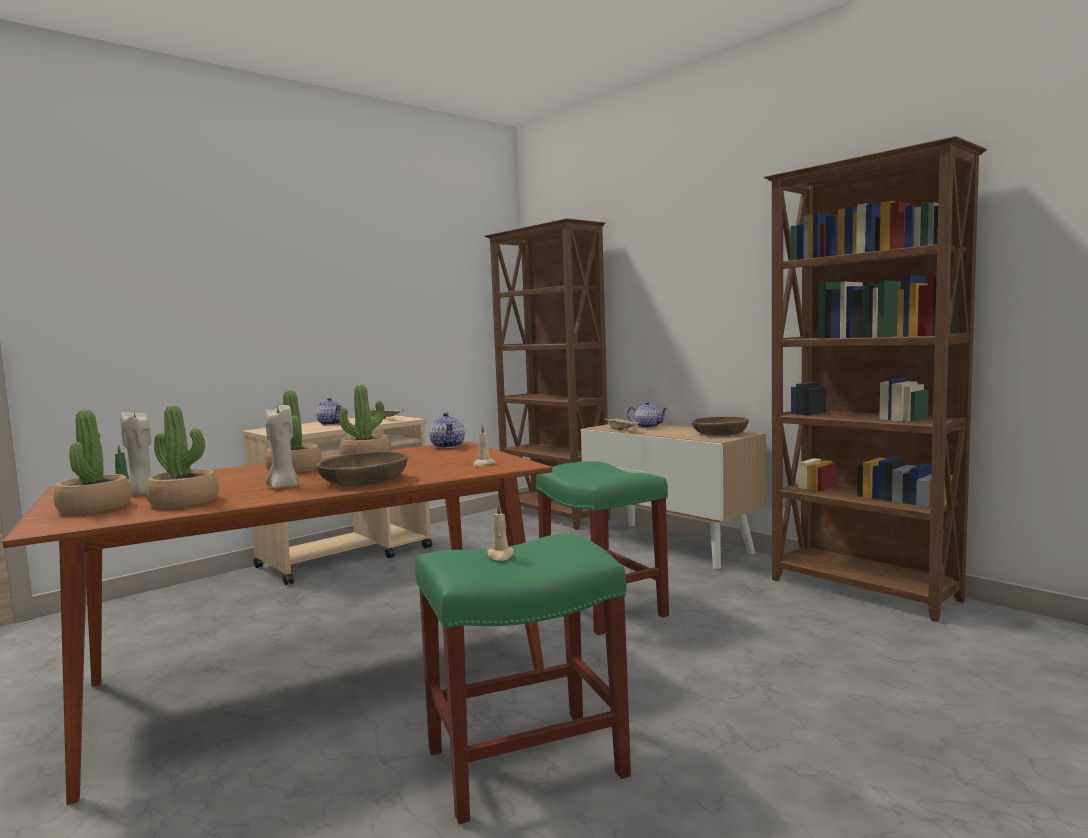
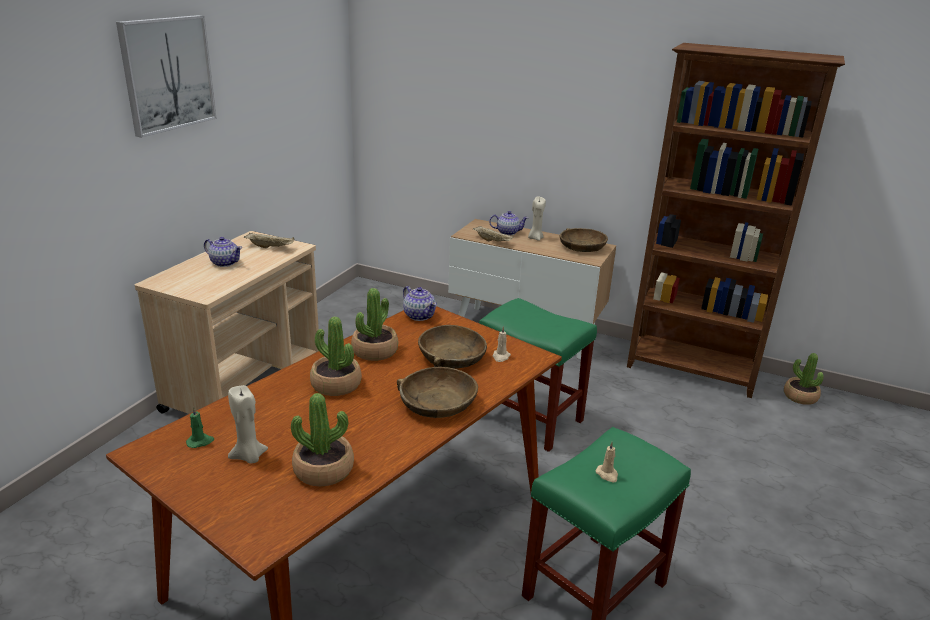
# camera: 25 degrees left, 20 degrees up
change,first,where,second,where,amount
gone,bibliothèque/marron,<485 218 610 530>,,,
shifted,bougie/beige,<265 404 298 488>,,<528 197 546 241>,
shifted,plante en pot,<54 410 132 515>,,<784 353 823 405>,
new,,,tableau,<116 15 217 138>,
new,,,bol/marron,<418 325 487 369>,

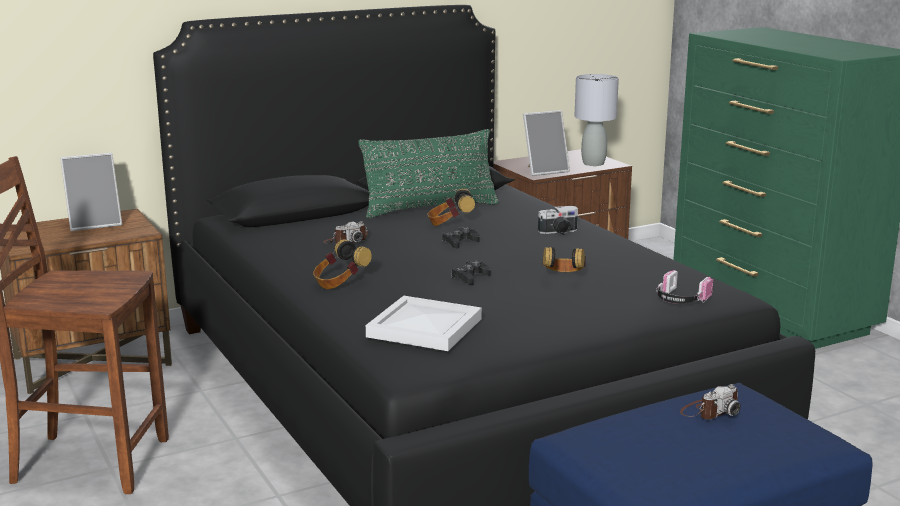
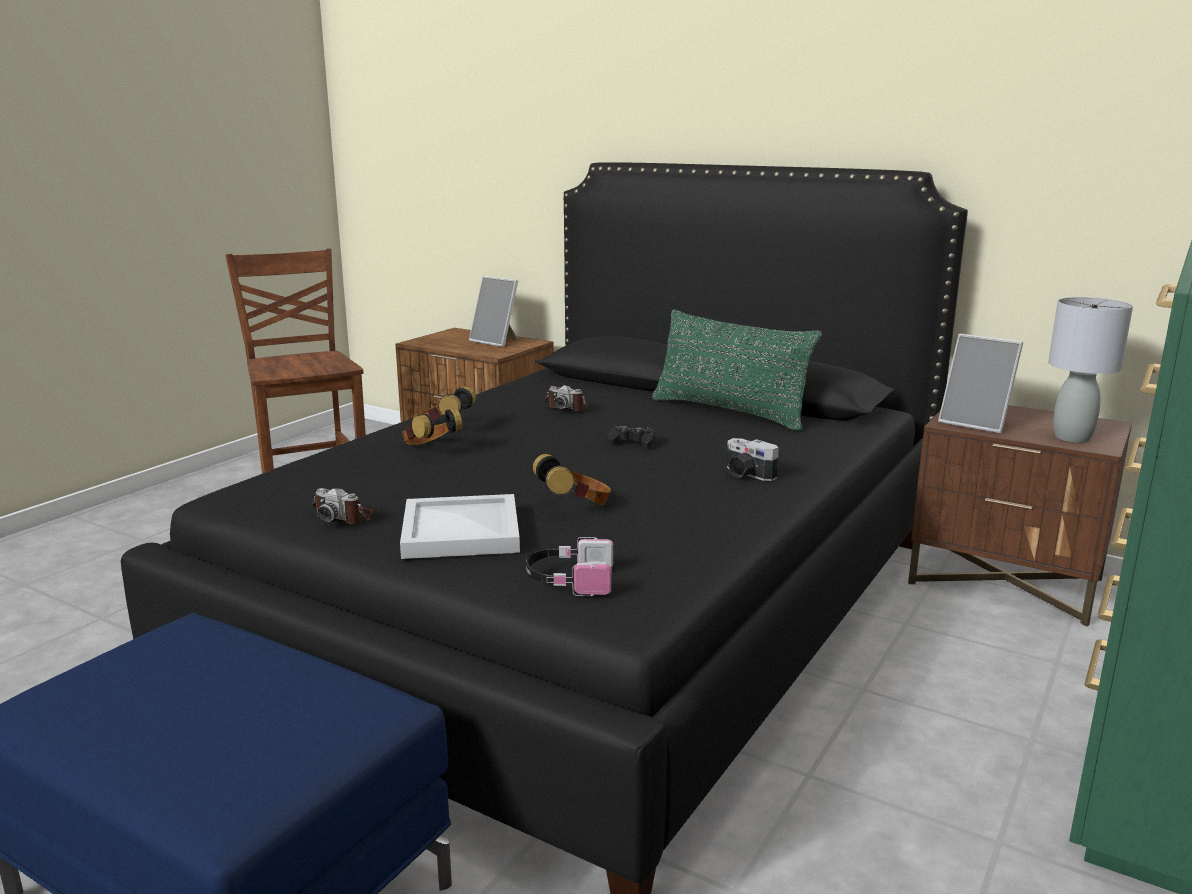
# camera: 60 degrees right, 0 degrees up
change,first,where,second,where,amount
shifted,casque audio,<427 188 475 226>,,<402 409 462 445>,
gone,manette/noir,<451 260 490 285>,,,
shifted,plateau/blanc,<366 296 482 351>,,<400 494 520 559>,
shifted,appareil photo,<680 384 741 420>,,<312 488 374 524>,

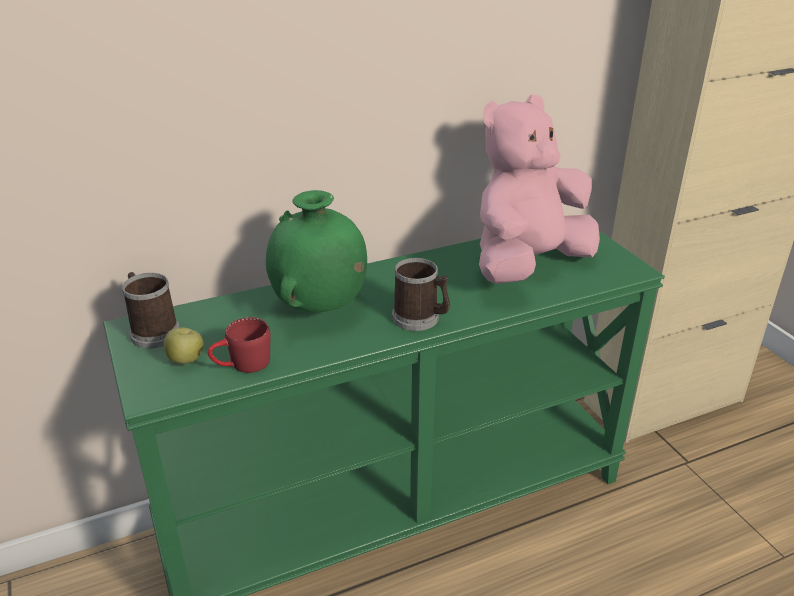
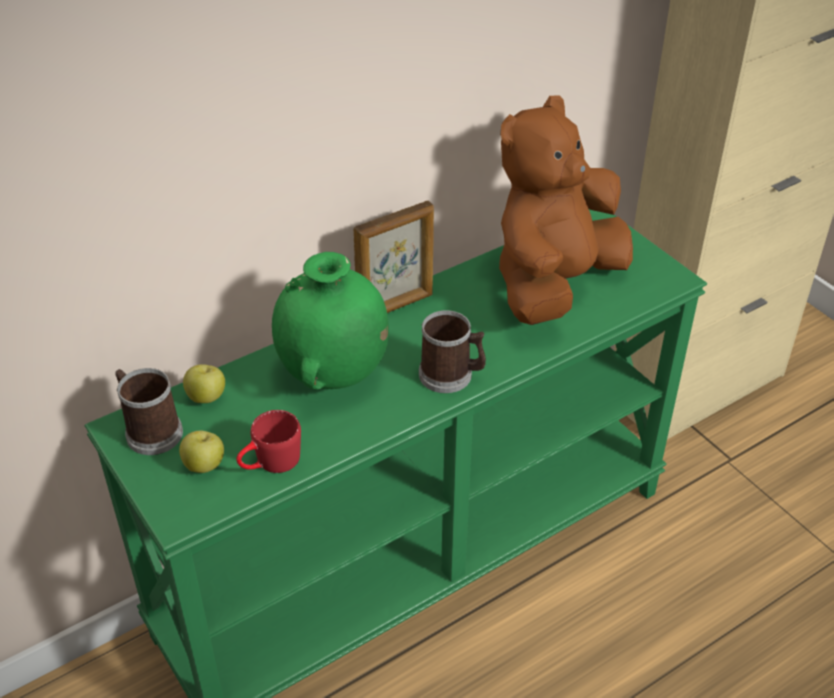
# camera: 10 degrees left, 10 degrees up
change,first,where,second,where,amount
repainted,peluche/rose,<479 95 600 284>,peluche/marron,<499 95 633 325>,
new,,,cadre photo,<353 201 434 313>,
new,,,pomme,<183 364 225 403>,

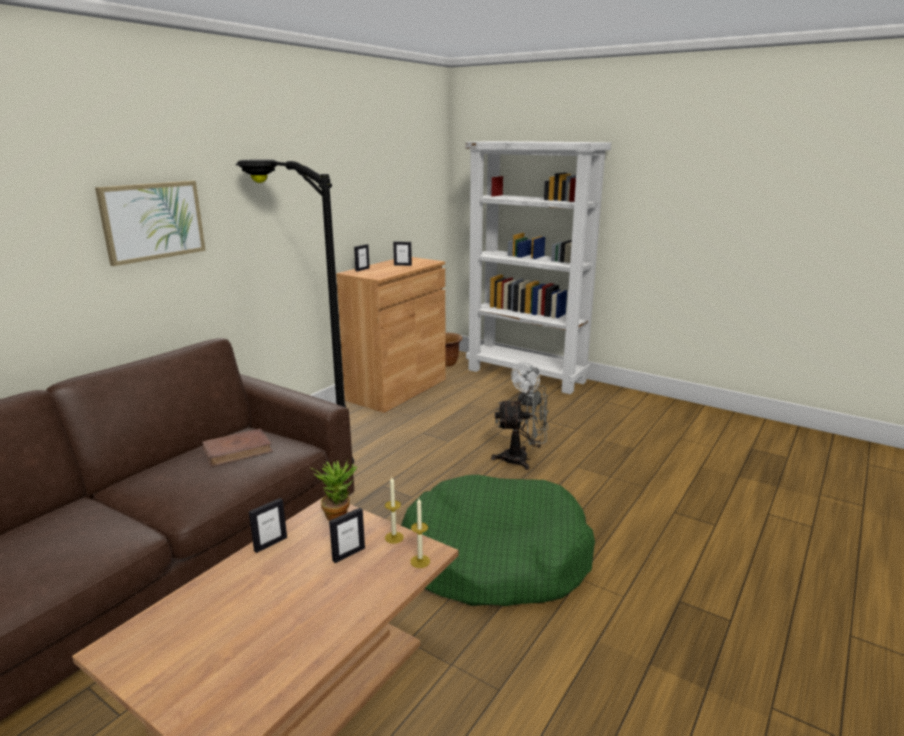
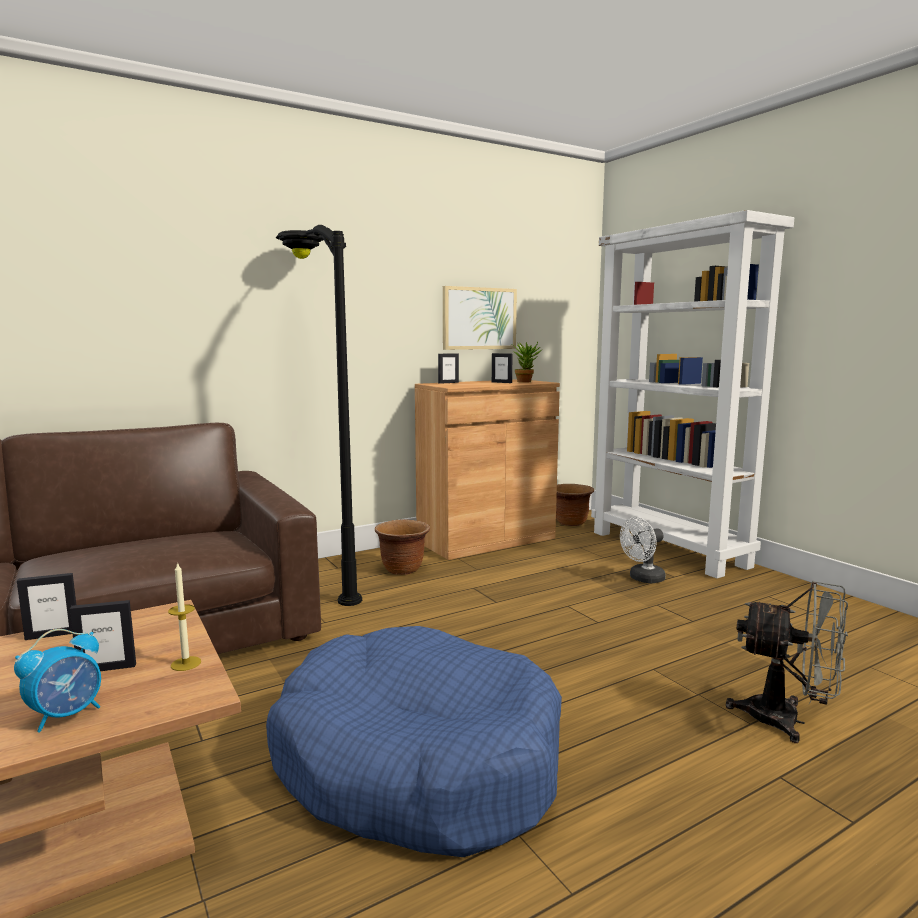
# camera: 25 degrees right, 10 degrees down
change,first,where,second,where,amount
shifted,tableau,<95 181 206 266>,,<443 286 517 350>,
shifted,ventilateur/gris,<491 385 549 470>,,<726 581 848 743>,
gone,livre/marron,<202 429 273 467>,,,
shifted,plante en pot,<311 460 357 521>,,<512 342 541 383>,
repainted,panier pour chien/vert,<401 475 595 606>,panier pour chien/bleu,<266 626 562 857>,
gone,bougie,<410 498 430 568>,,,
new,,,cache-pot/marron,<375 519 430 575>,
new,,,réveil,<14 629 101 733>,

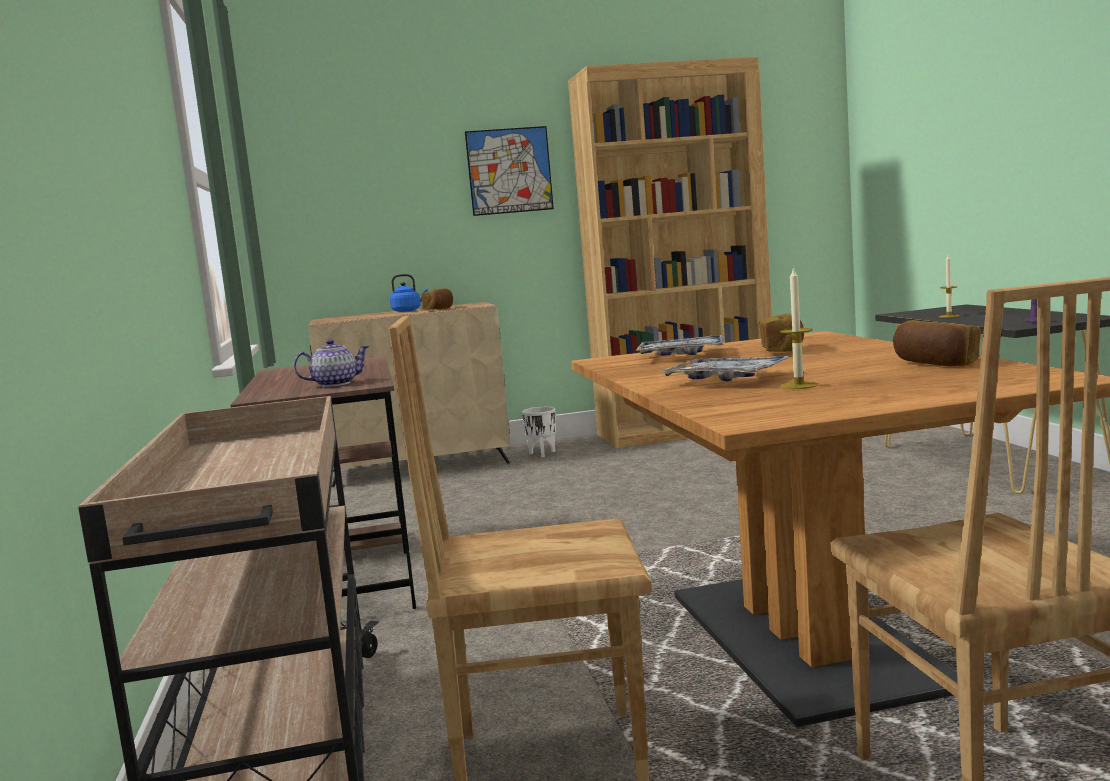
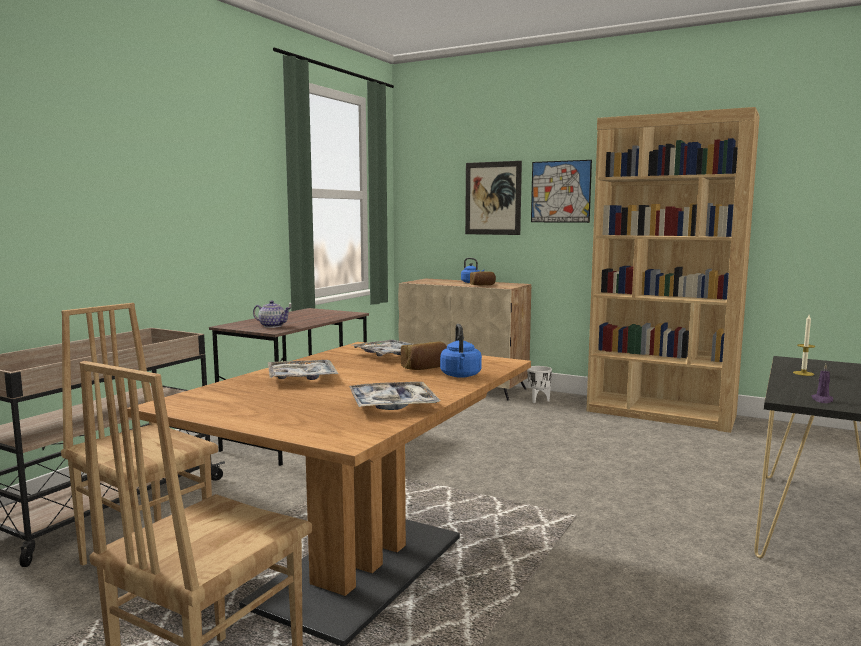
# camera: 40 degrees right, 0 degrees up
change,first,where,second,where,amount
gone,bougie,<780 267 818 389>,,,
swapped,pain,<893 320 981 366>,plateau,<349 382 441 410>,
new,,,tableau,<465 161 522 235>,
new,,,bouilloire/bleu,<440 324 482 378>,

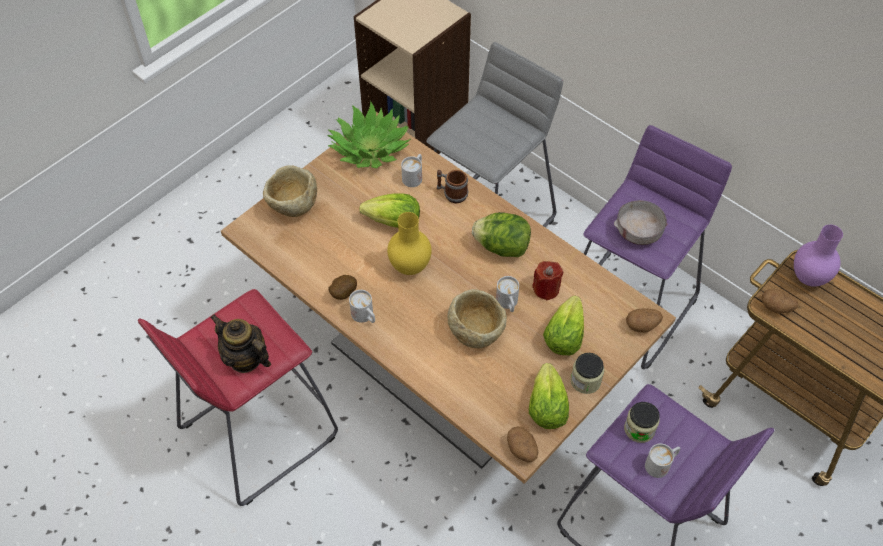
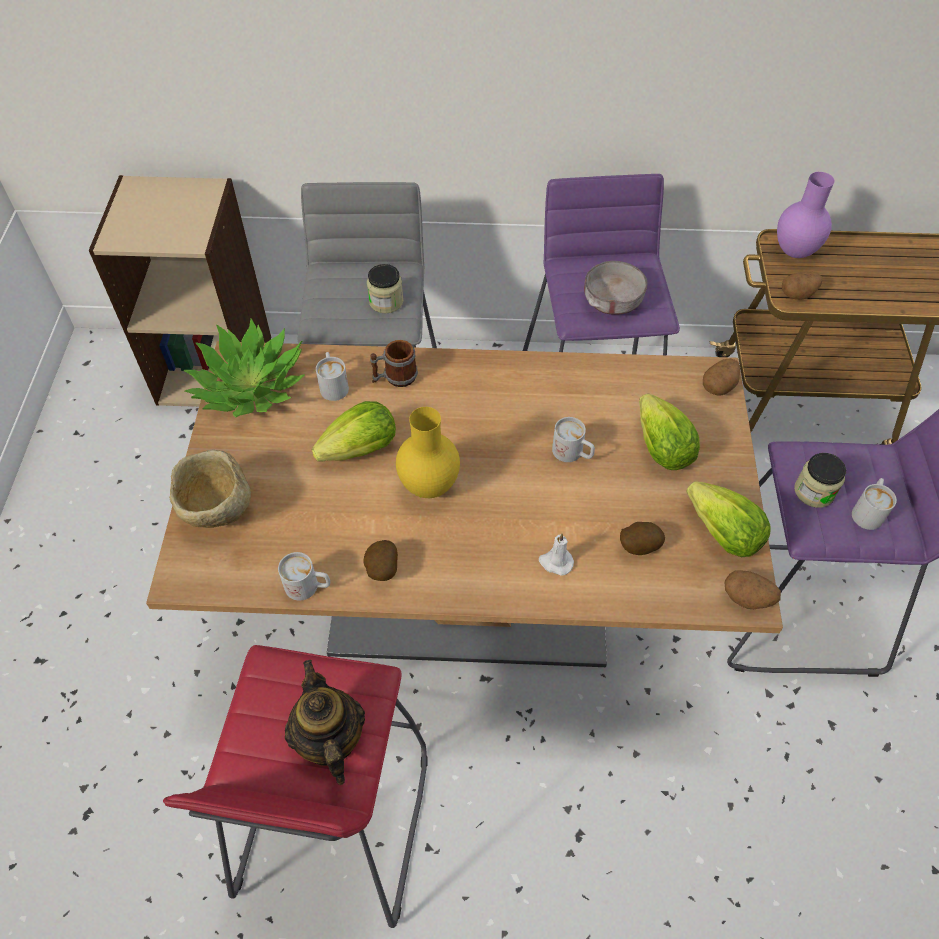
# camera: 40 degrees left, 0 degrees up
change,first,where,second,where,amount
gone,laitue,<472 212 531 257>,,,
gone,bougie/rouge,<532 261 563 300>,,,
gone,bol/beige,<447 289 507 348>,,,
shifted,mug/blanc,<349 290 375 323>,,<278 552 330 601>,
rotated,théière,<210 314 271 373>,,<285 660 365 785>,75 degrees clockwise
shifted,bocal,<570 353 604 394>,,<367 264 404 313>,
new,,,pomme de terre,<620 522 665 555>,
new,,,bougie/blanc,<539 533 574 576>,

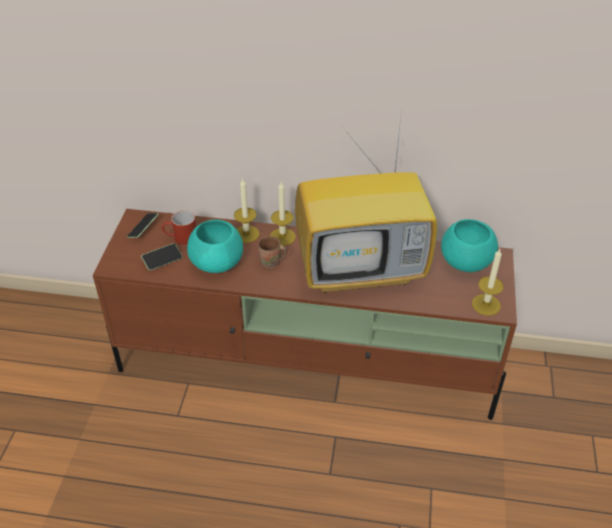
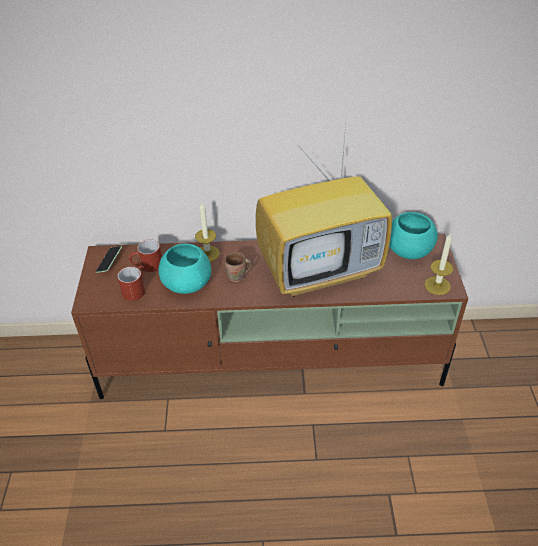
# camera: 10 degrees left, 0 degrees up
change,first,where,second,where,amount
gone,bougie,<270 182 296 246>,,,
swapped,téléphone,<141 243 183 271>,mug/rouge,<117 265 145 301>,

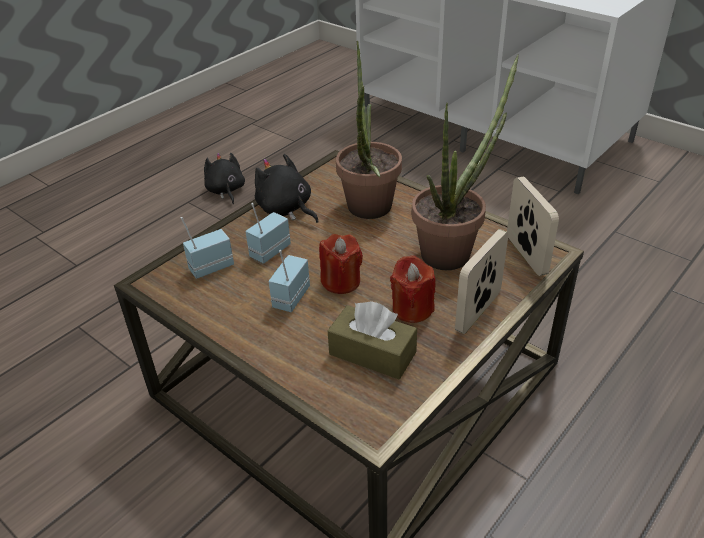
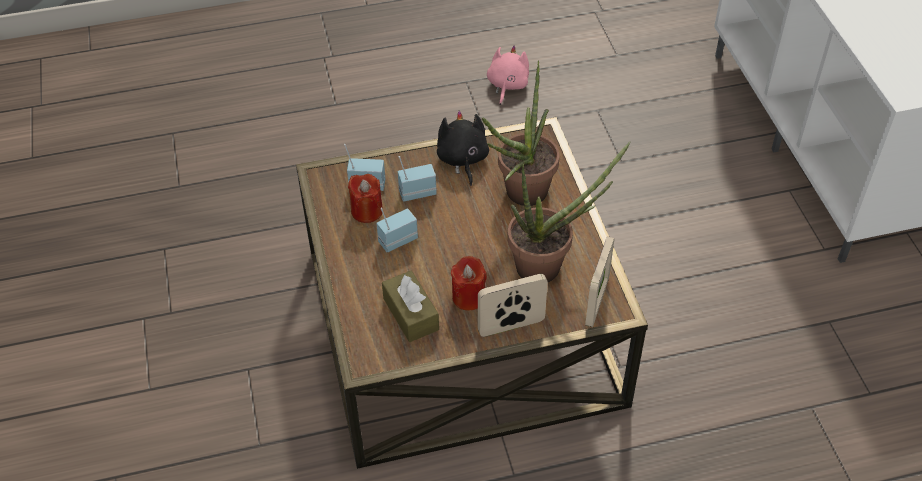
# camera: 35 degrees right, 10 degrees up
change,first,where,second,where,amount
repainted,peluche/noir,<204 153 245 204>,peluche/rose,<487 46 529 105>,
shifted,bougie/rouge,<319 234 363 294>,,<348 174 383 223>,

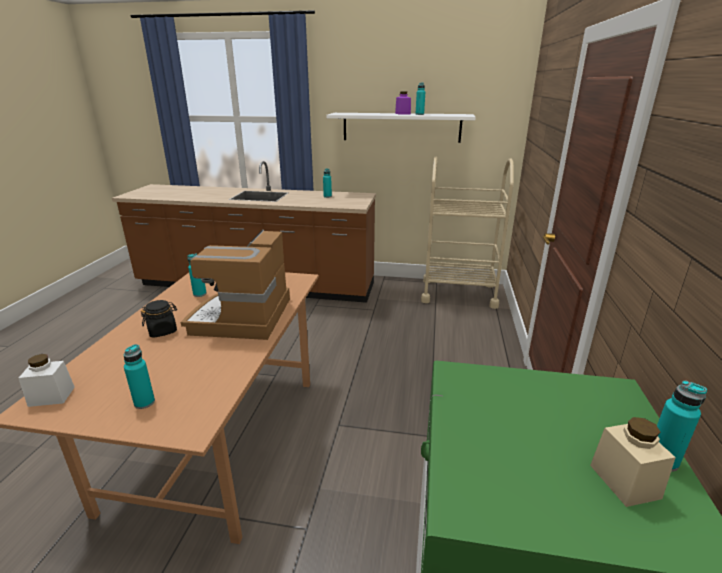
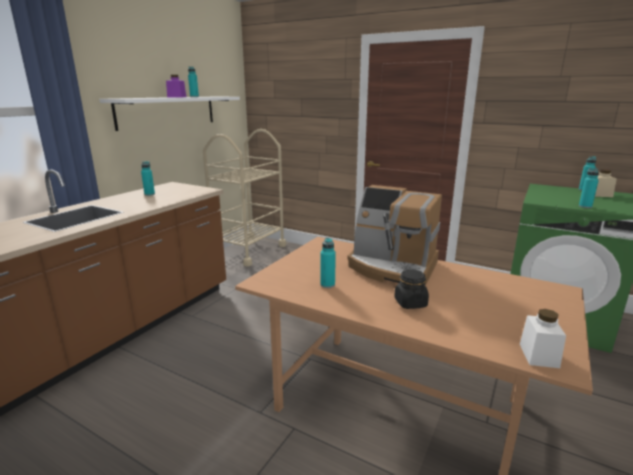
# camera: 70 degrees left, 5 degrees down
change,first,where,second,where,amount
shifted,bouteille/turquoise,<124 344 155 409>,,<579 167 599 208>,

